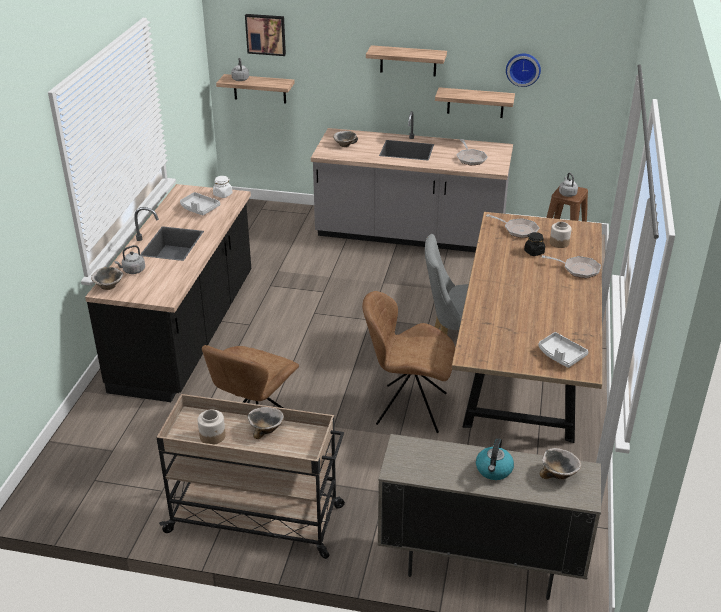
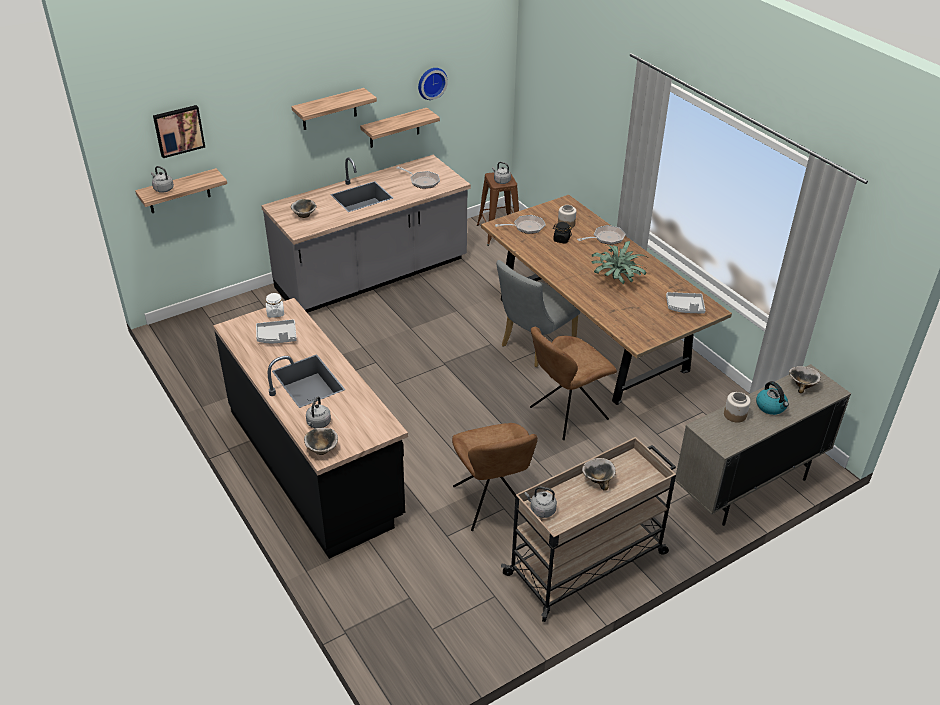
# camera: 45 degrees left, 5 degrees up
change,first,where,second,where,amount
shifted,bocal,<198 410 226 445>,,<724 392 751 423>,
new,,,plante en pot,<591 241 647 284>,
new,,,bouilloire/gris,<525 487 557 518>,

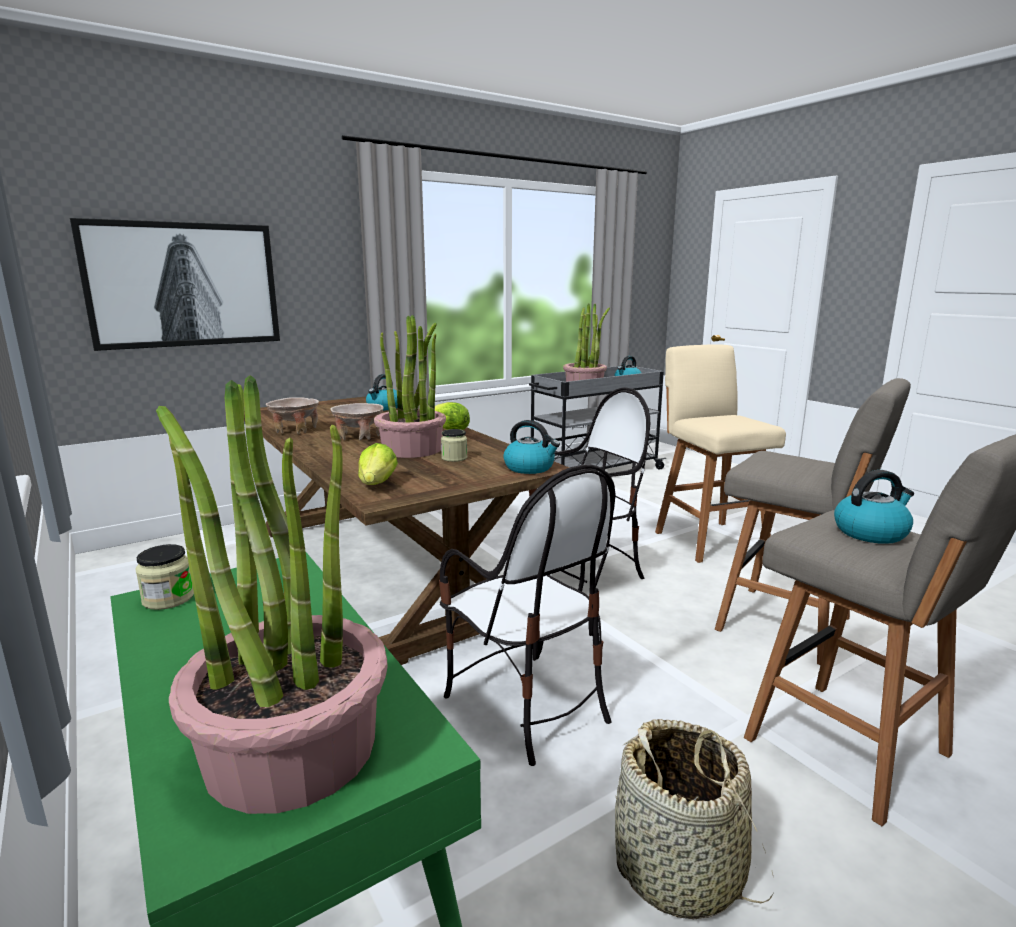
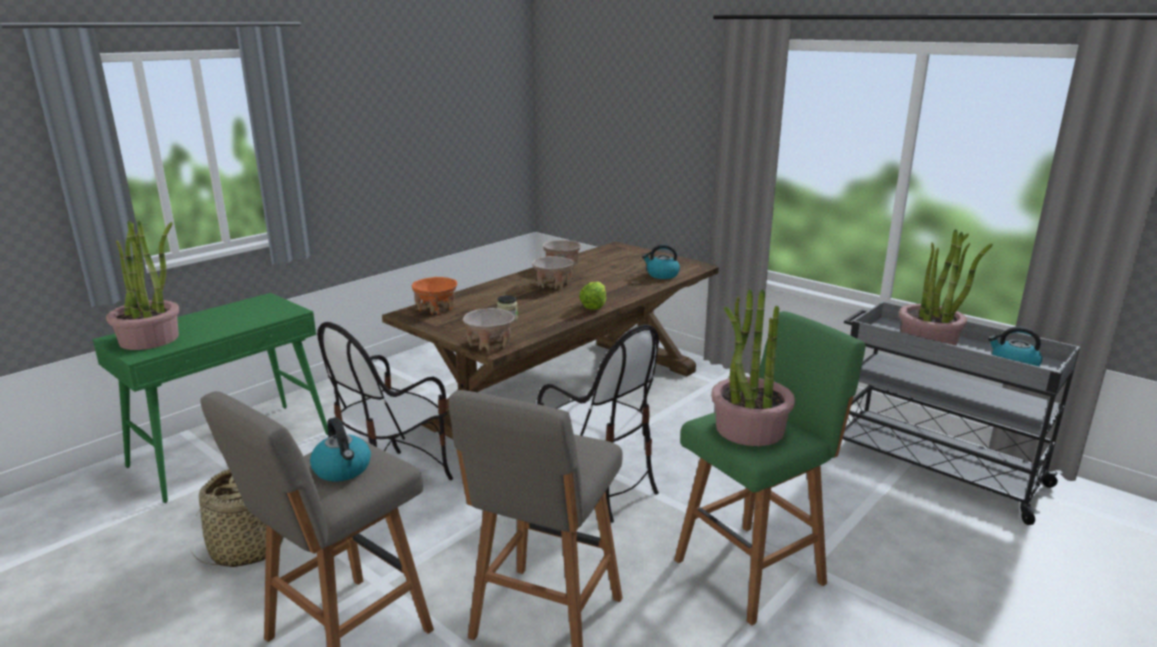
# camera: 75 degrees right, 5 degrees up
change,first,where,second,where,amount
gone,tableau,<70 218 280 351>,,,
shifted,plante en pot,<374 315 446 458>,,<711 289 795 446>,
repainted,tabouret/beige,<655 345 786 563>,tabouret/vert,<674 311 866 625>,
swapped,bouilloire,<503 420 560 474>,bol/beige,<463 308 515 351>,
swapped,laitue,<358 443 398 485>,bol/orange,<412 277 457 314>,
gone,bocal,<136 544 194 610>,,,

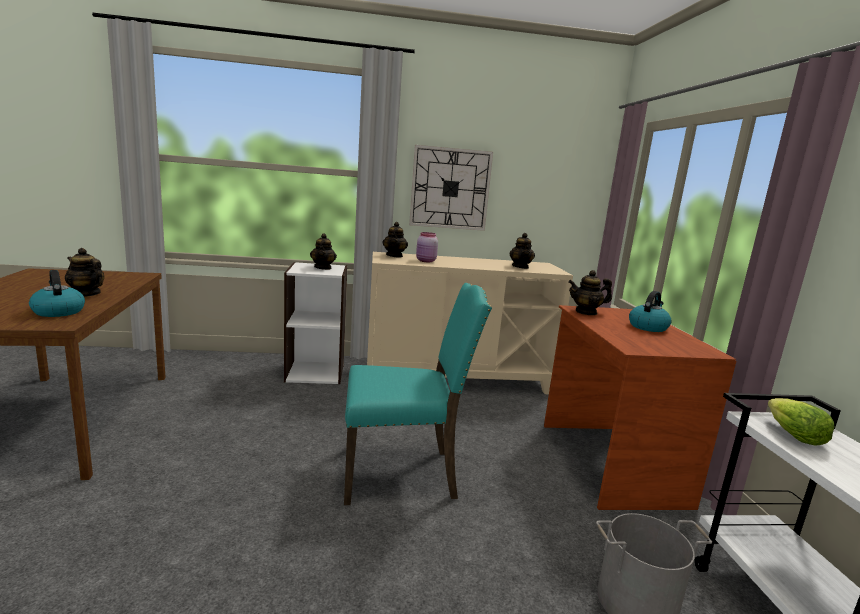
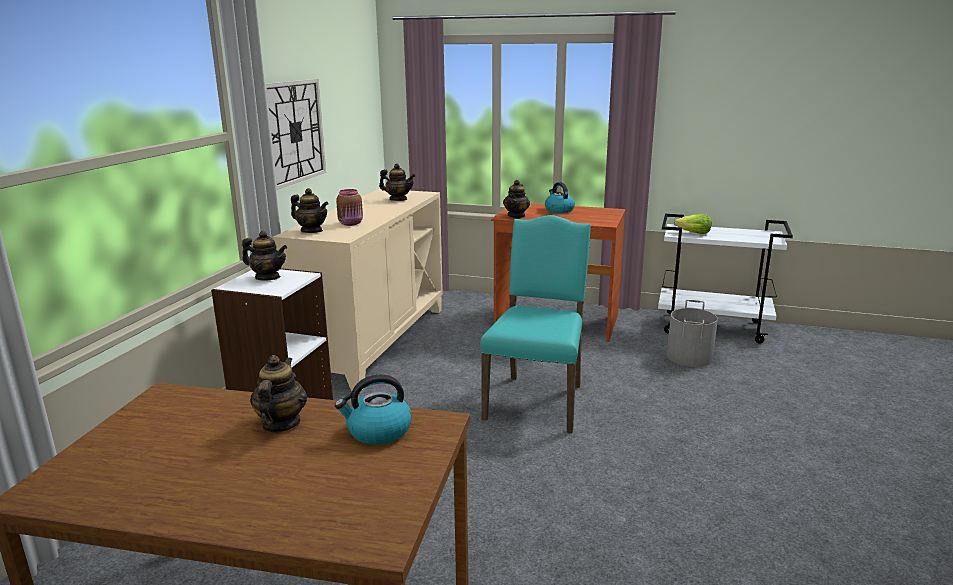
# camera: 65 degrees left, 5 degrees up
change,first,where,second,where,amount
repainted,bocal/rose,<416 232 438 262>,bocal/marron,<336 189 363 226>,
rotated,théière,<65 248 104 297>,,<250 355 307 433>,135 degrees clockwise

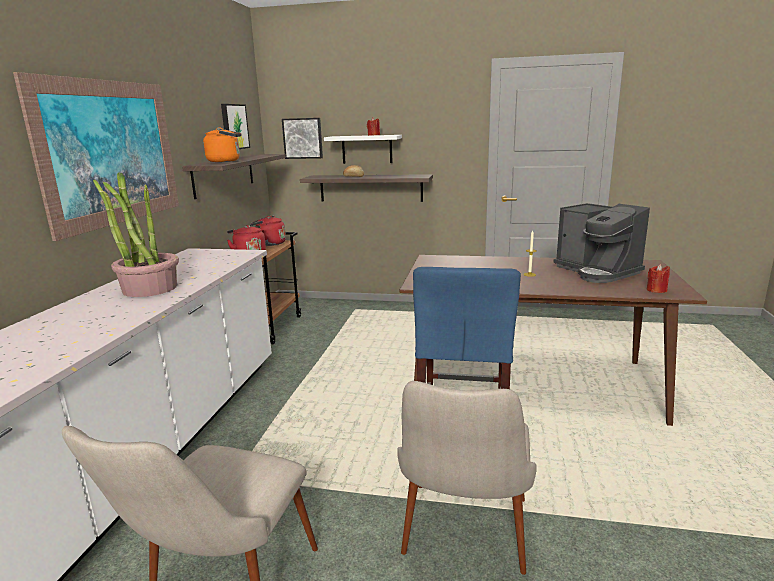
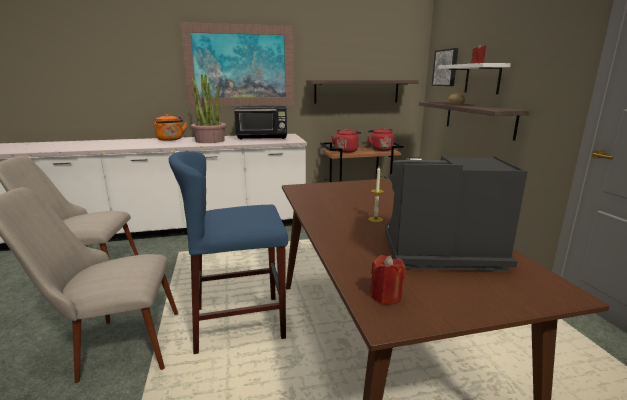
# camera: 65 degrees right, 0 degrees up
change,first,where,second,where,amount
gone,tableau,<221 104 250 149>,,,
shifted,bouilloire/orange,<203 127 242 162>,,<154 114 187 141>,
rotated,machine à café,<553 203 650 283>,,<385 156 528 271>,60 degrees clockwise
new,,,micro-ondes/noir,<234 106 287 140>,

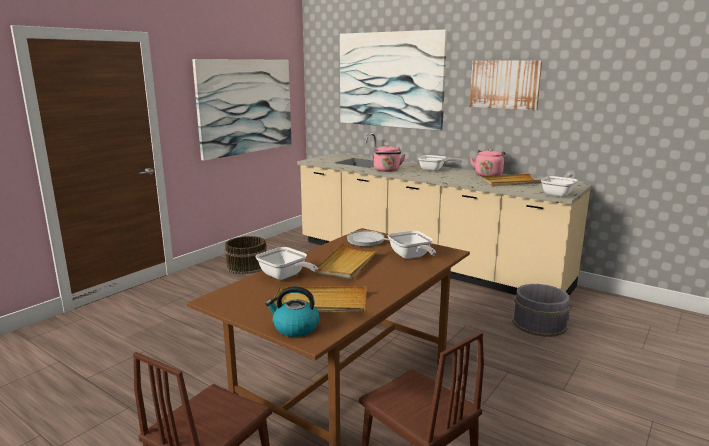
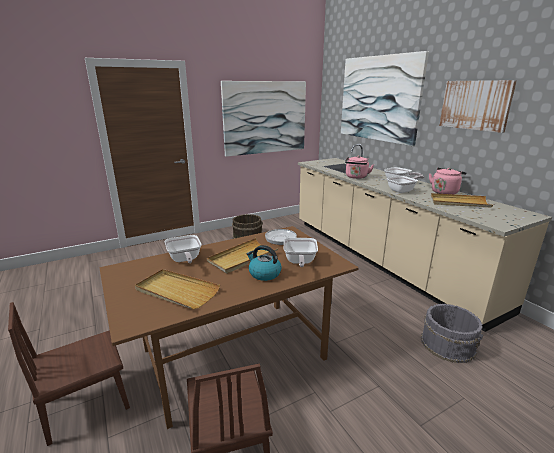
# camera: 25 degrees right, 5 degrees up
change,first,where,second,where,amount
shifted,poêle,<541 173 578 197>,,<387 175 424 193>,
shifted,bouilloire,<266 286 320 337>,,<247 245 282 281>,

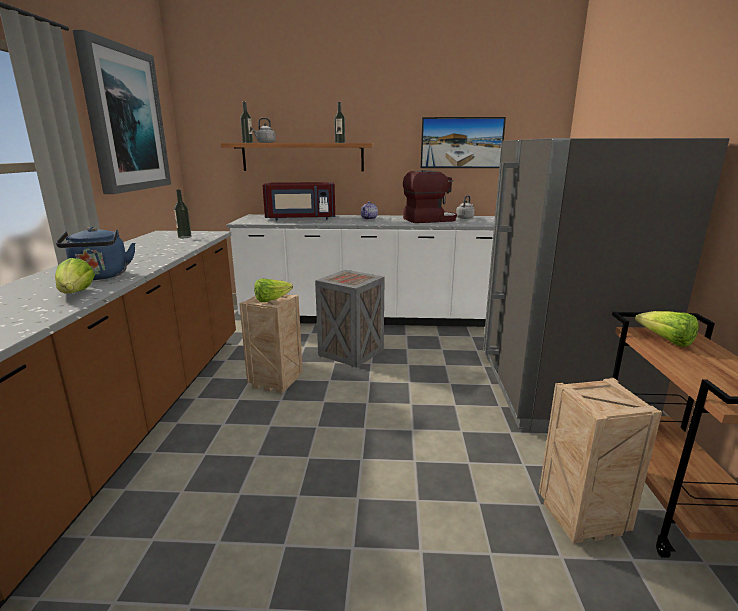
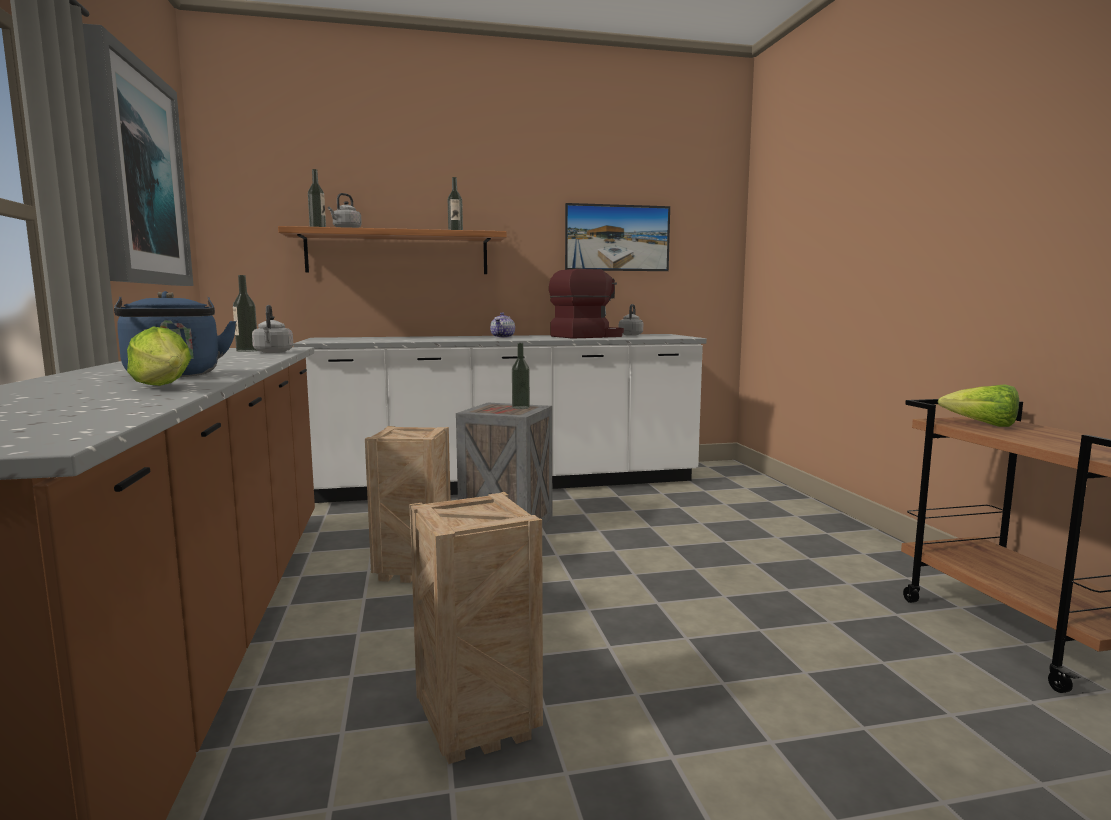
# camera: 15 degrees left, 10 degrees down
change,first,where,second,where,amount
gone,réfrigérateur/gris,<483 138 729 432>,,,
gone,micro-ondes/rouge,<262 182 335 220>,,,
gone,laitue,<254 279 293 302>,,,
shifted,caisse,<539 378 662 544>,,<409 492 543 764>,
new,,,bouilloire/gris,<252 305 293 353>,
new,,,bouteille,<512 343 530 409>,

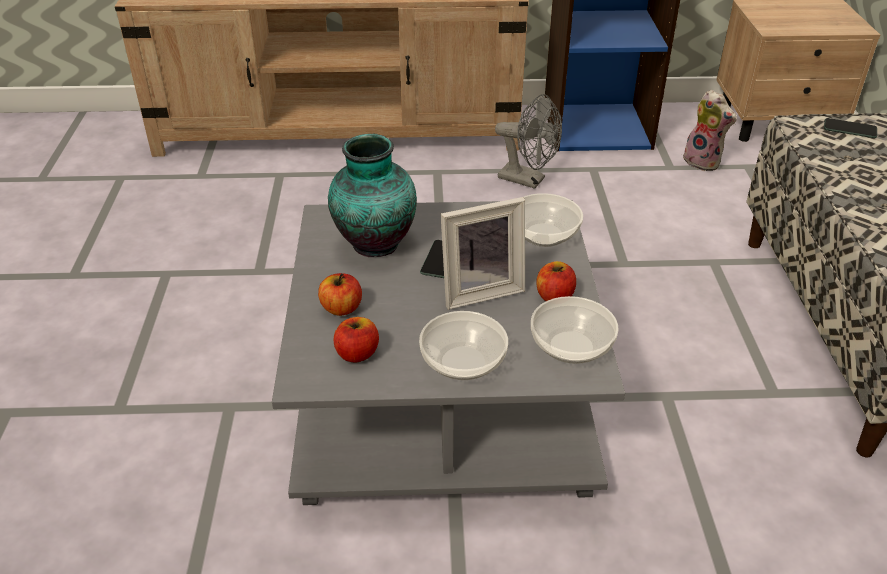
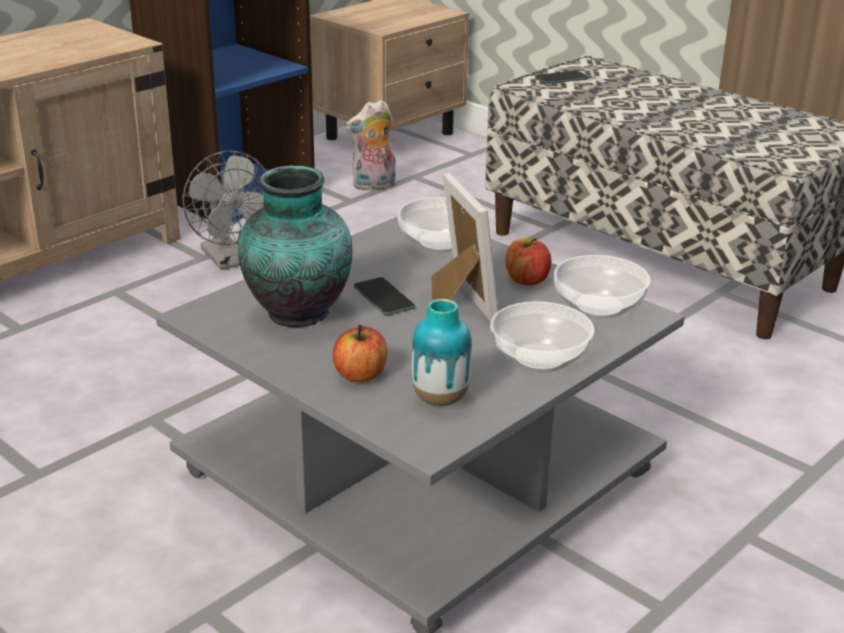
# camera: 45 degrees left, 10 degrees down
change,first,where,second,where,amount
rotated,peluche,<683 90 737 171>,,<345 100 396 191>,150 degrees clockwise
rotated,ventilateur/gris,<495 94 562 189>,,<182 150 266 270>,75 degrees clockwise
rotated,cadre photo,<441 197 525 310>,,<431 173 498 321>,45 degrees counterclockwise
swapped,pomme,<333 317 379 362>,vase,<411 299 472 406>,

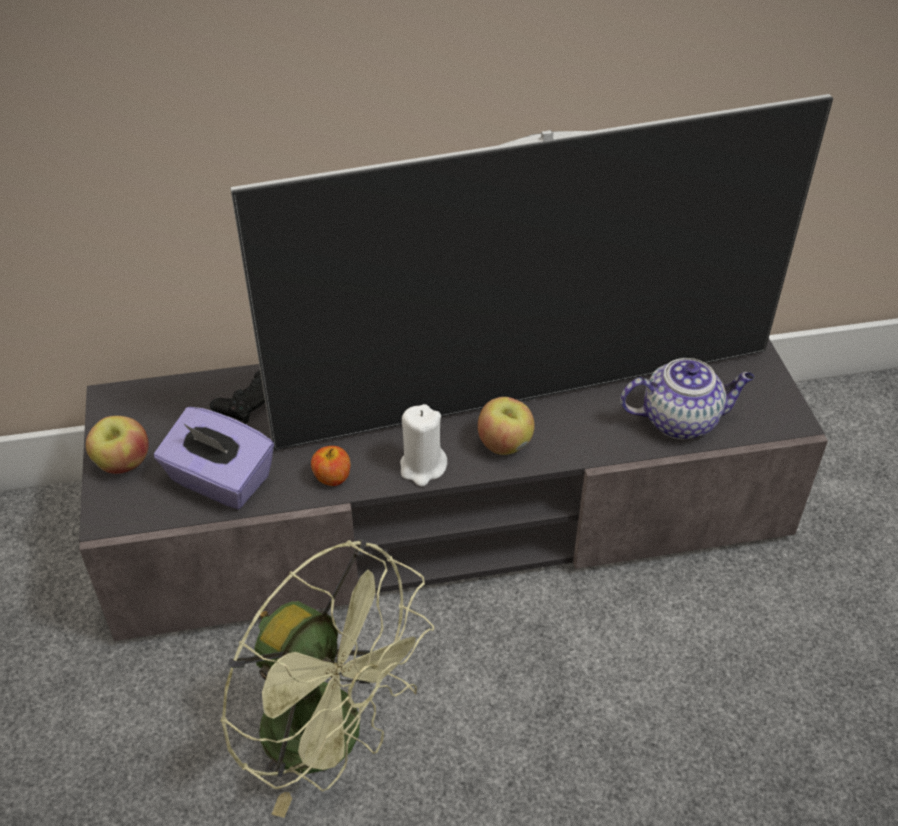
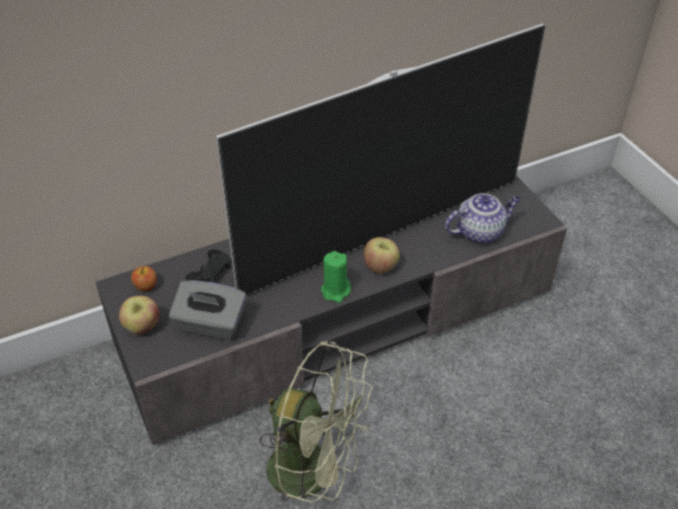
# camera: 15 degrees left, 0 degrees up
change,first,where,second,where,amount
repainted,bougie/blanc,<400 404 447 487>,bougie/vert,<321 251 351 303>,
repainted,boîte à mouchoirs/violet,<154 407 274 509>,boîte à mouchoirs/gris,<169 280 246 340>,
shifted,pomme,<311 446 350 486>,,<131 266 157 291>,

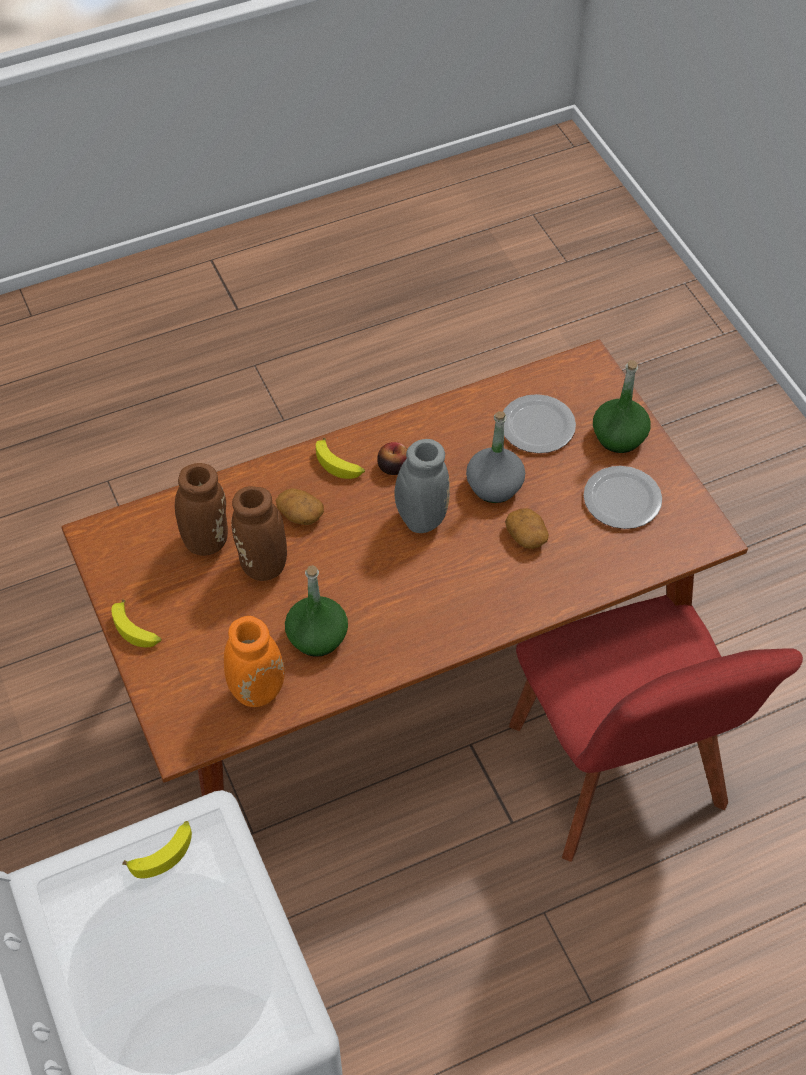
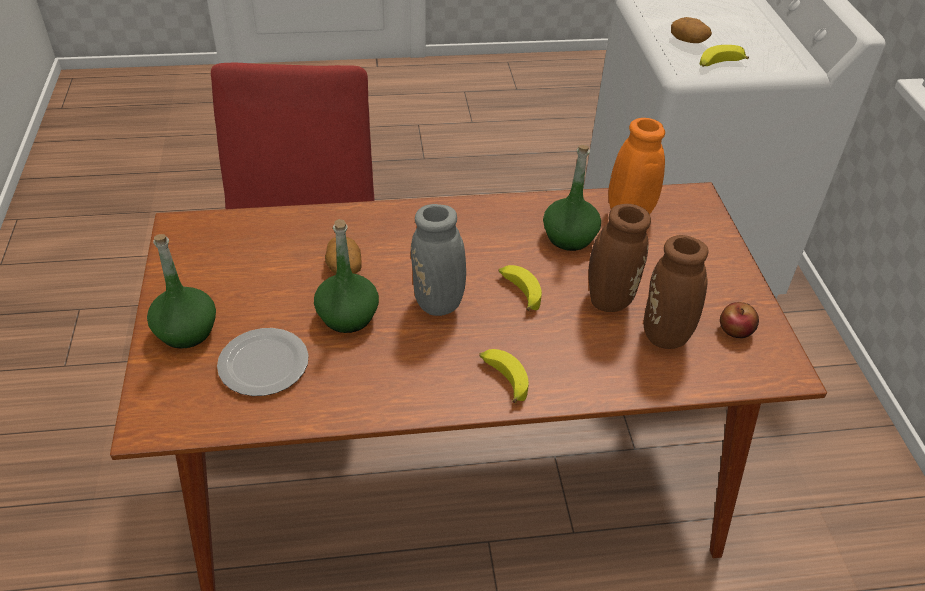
# camera: 165 degrees left, 10 degrees down
change,first,where,second,where,amount
repainted,bouteille/gris,<466 411 525 503>,bouteille/vert,<314 219 379 333>,
shifted,pomme,<377 442 407 475>,,<720 302 759 338>,
gone,assiette,<584 466 662 529>,,,
shifted,pomme de terre,<276 488 324 525>,,<671 17 712 43>,
shifted,banane,<111 600 162 647>,,<498 265 542 311>,

